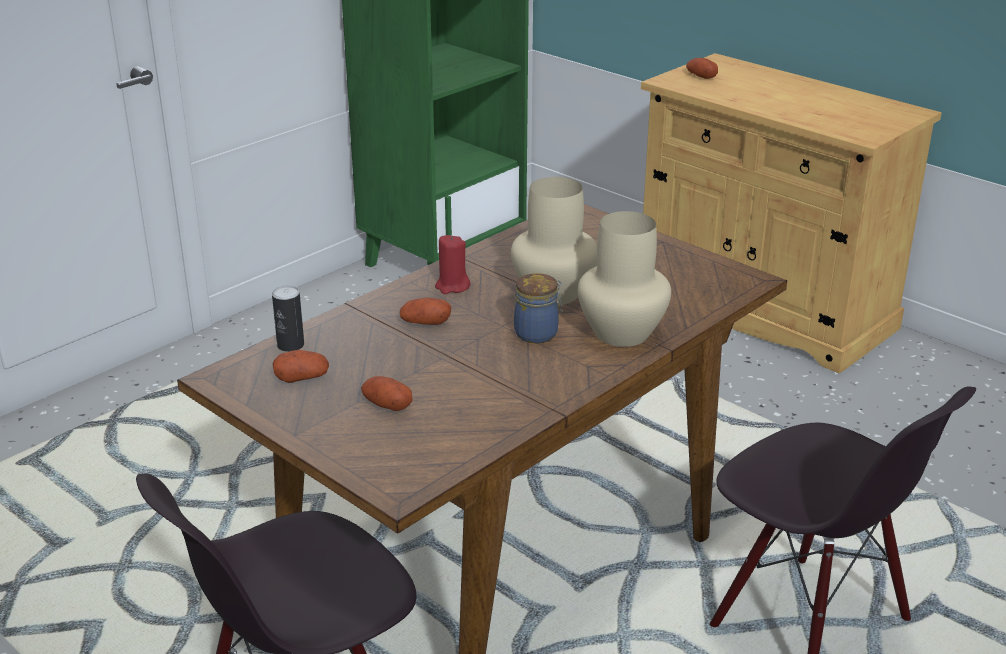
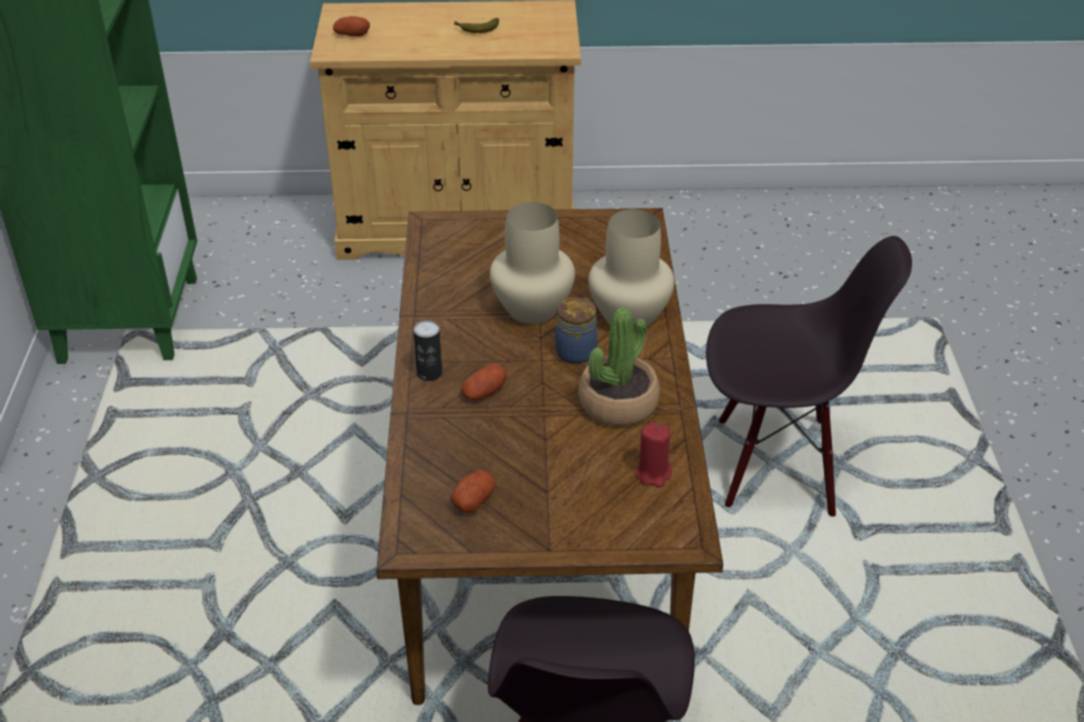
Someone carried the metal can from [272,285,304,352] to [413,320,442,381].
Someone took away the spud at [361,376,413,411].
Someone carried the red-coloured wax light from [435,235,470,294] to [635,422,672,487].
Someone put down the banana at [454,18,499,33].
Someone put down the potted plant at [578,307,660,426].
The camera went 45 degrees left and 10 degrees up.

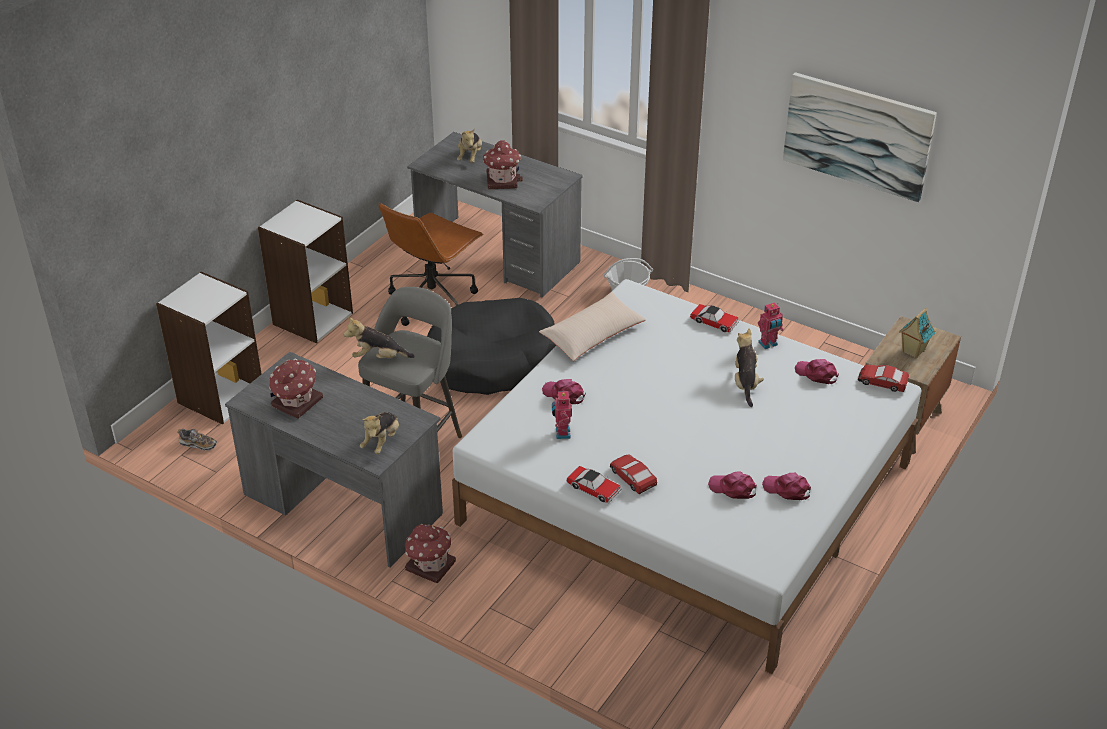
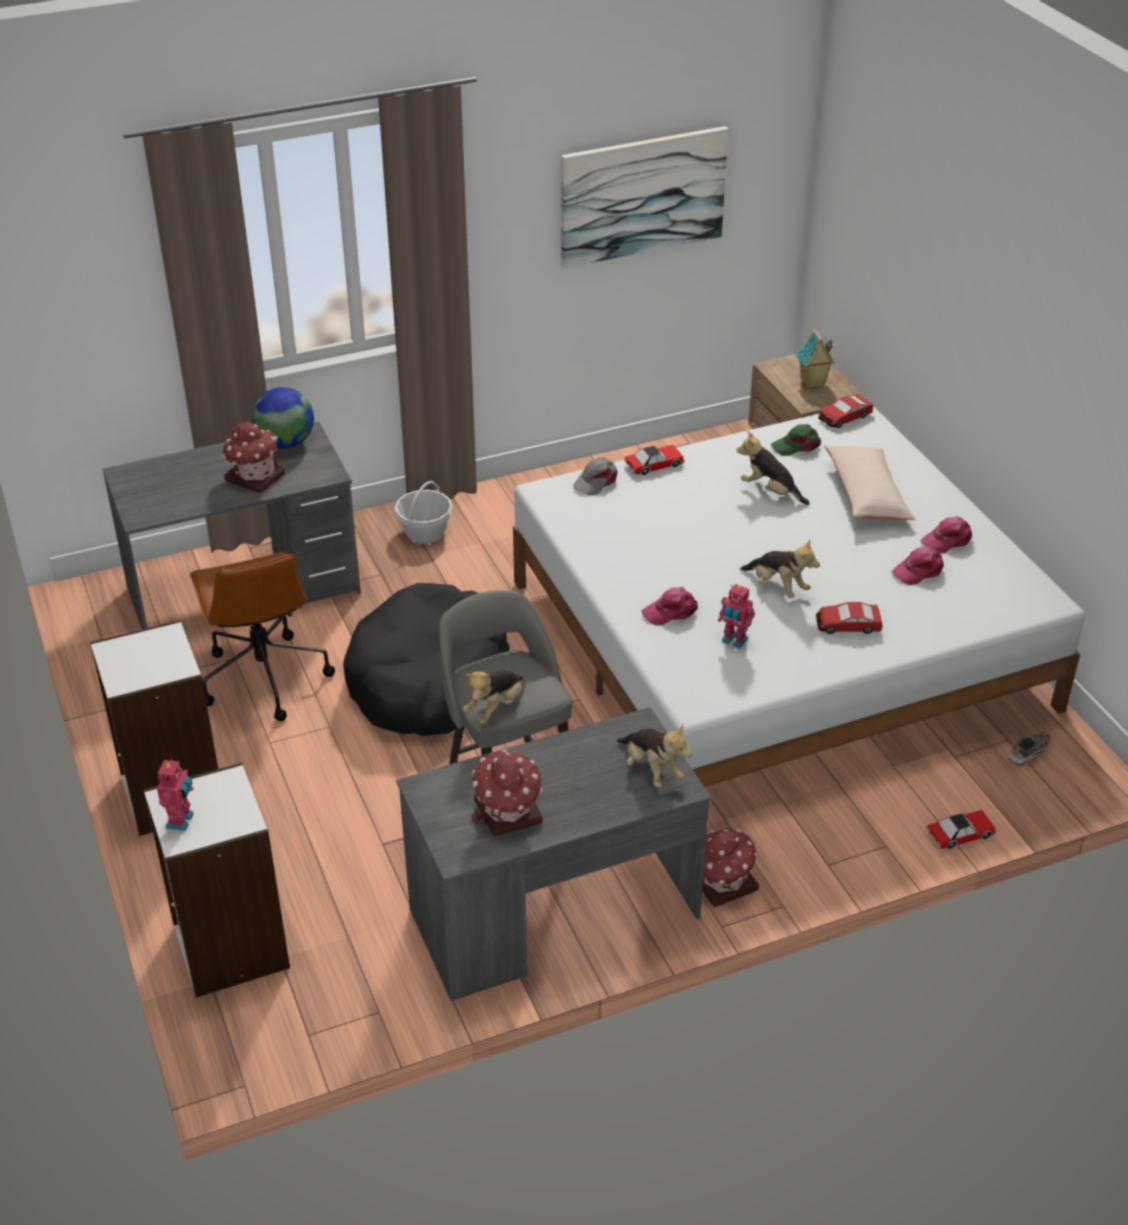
Someone carried the low shoe from [177,428,217,451] to [1008,732,1051,766].
Someone carried the cuddly toy from [457,128,482,163] to [740,540,820,598].
Someone carried the beige-coloured pillow from [539,292,646,361] to [824,445,915,520].
Someone carried the toy car from [566,466,622,503] to [926,810,997,849].
Someone carried the robot figure from [758,302,784,349] to [157,758,194,831].
Someone repainted the pink-coloured cap at [795,359,839,384], which became the greenish cap at [771,424,821,456].
Someone put down the globe at [252,387,314,448].
Someone put down the greyish cap at [573,457,618,496].
The camera went 55 degrees left and 0 degrees up.

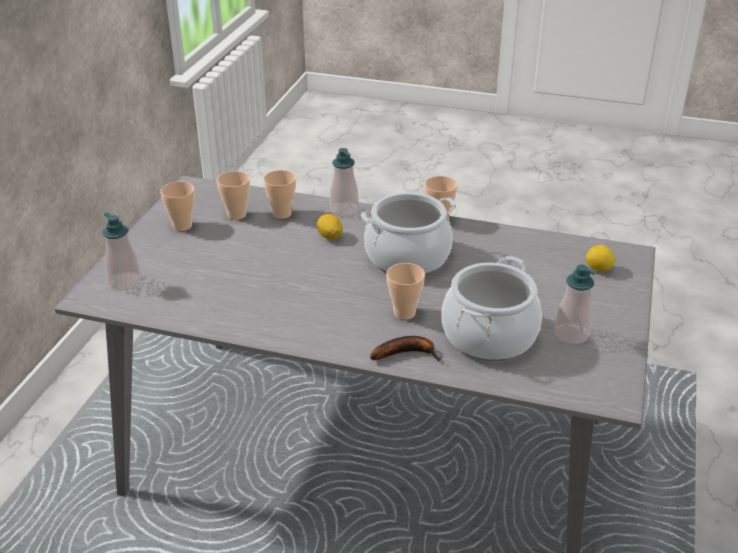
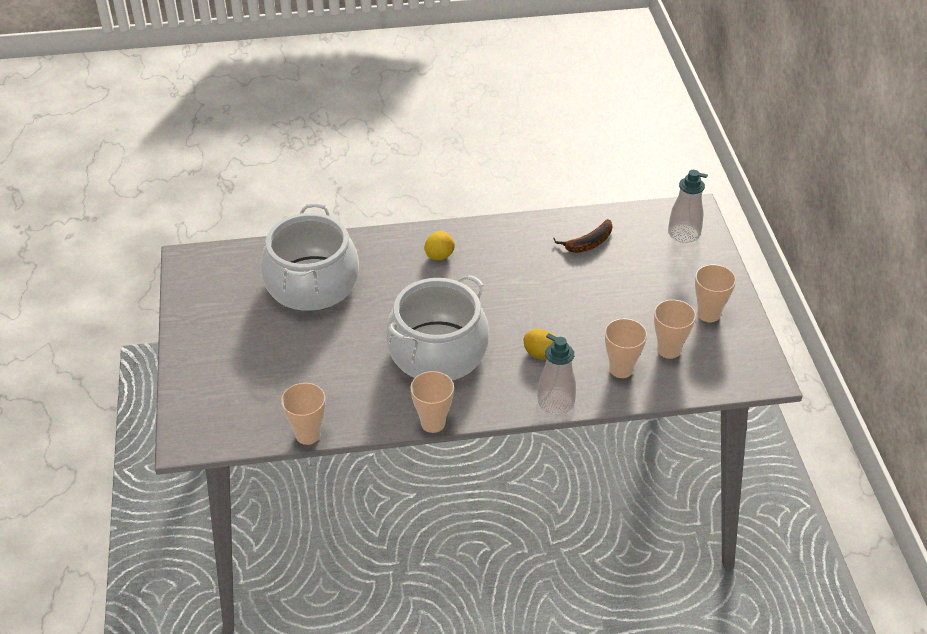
Someone carried the banana from [370,336,441,361] to [553,219,612,252].
Someone carried the small cup from [386,263,425,320] to [281,383,325,445].
Someone took away the soap bottle at [554,264,596,344].
Someone carried the lemon from [586,245,615,272] to [424,231,455,260].
The camera went 155 degrees right and 10 degrees up.

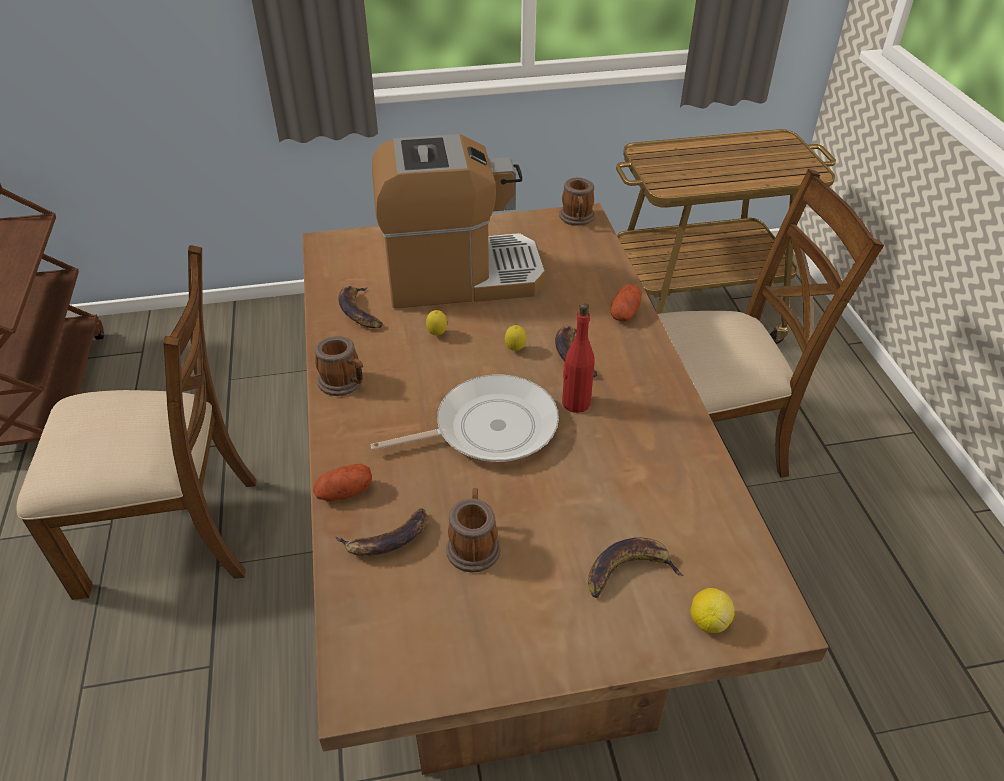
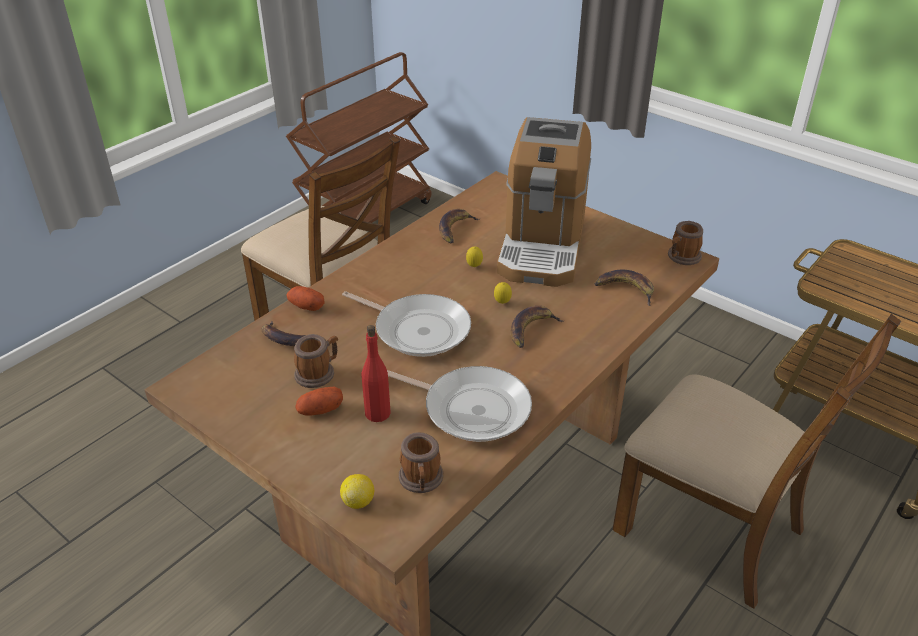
Someone carried the mug from [315,336,363,396] to [399,432,443,493].
Someone rotated the coffee machine at [372,134,545,309] by 60 degrees clockwise.
Someone carried the red-coloured bottle from [562,303,595,413] to [362,325,391,422].
Someone carried the banana from [588,537,683,598] to [594,269,654,306].
Someone carried the spud from [610,284,641,321] to [295,386,343,416].
Someone put down the pan at [387,366,532,442].
The camera went 50 degrees right and 5 degrees down.

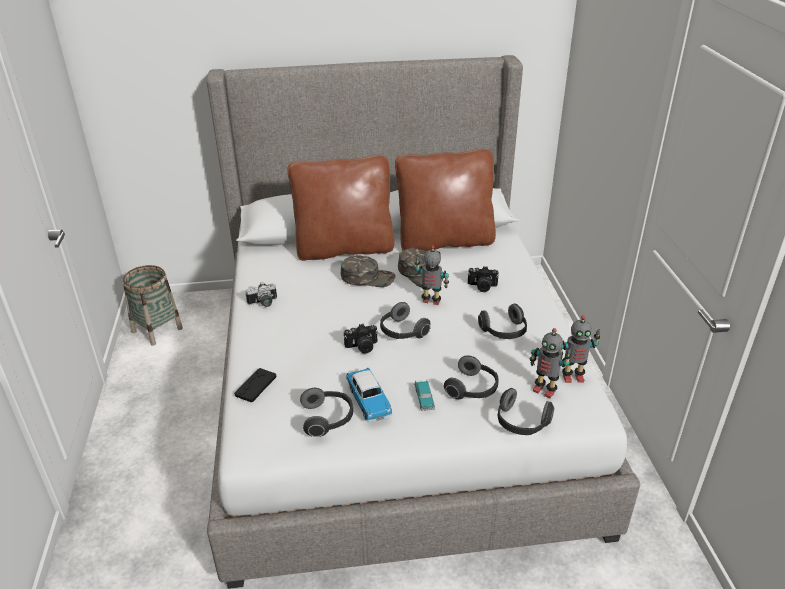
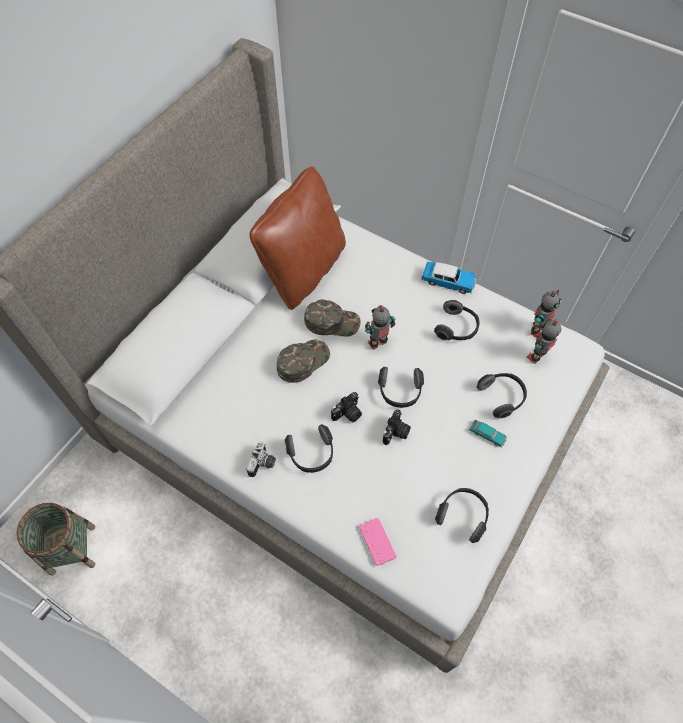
Someone repainted the black-coloured gamepad at [234,368,277,402], which became the pink-coloured gamepad at [359,518,396,566].
Someone took away the brownish pillow at [288,156,395,261].
Someone carried the toy car from [346,367,393,422] to [421,262,476,294].
Someone carried the photo camera from [468,266,499,292] to [331,392,362,422].
Someone carried the headphones from [498,388,555,435] to [285,424,333,473].
Someone rotated the robot figure at [530,328,572,398] by 150 degrees clockwise.
The camera went 50 degrees left and 25 degrees up.

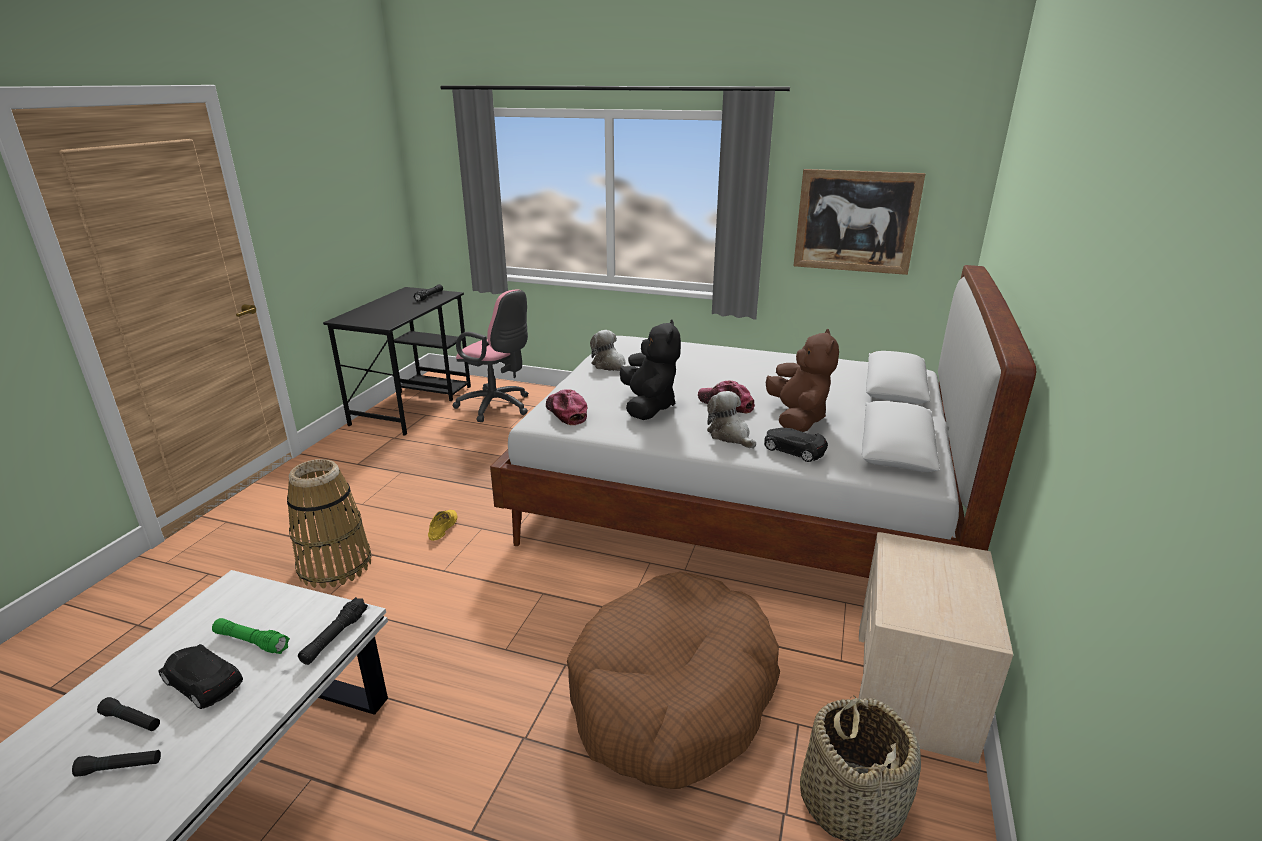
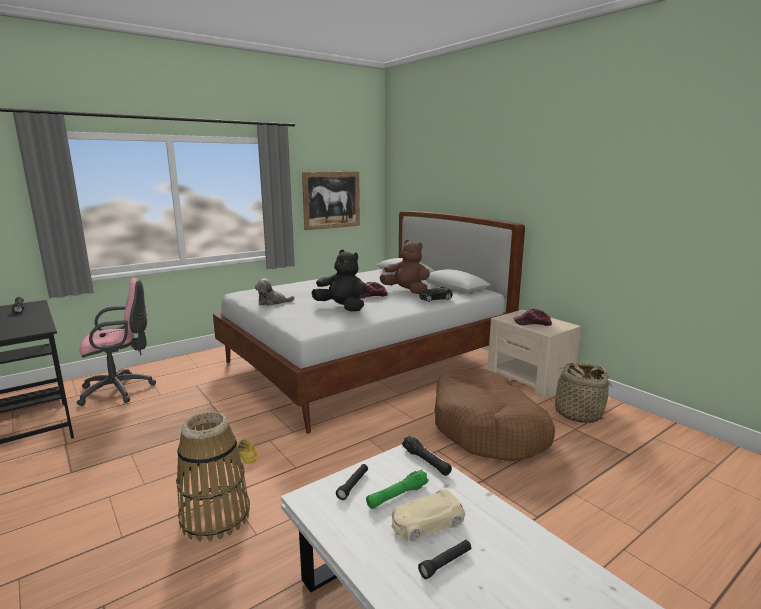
Someone carried the black-coloured torch from [72,750,161,777] to [336,464,368,500].
Someone repainted the black-coloured toy car at [158,644,243,709], which became the beige-coloured toy car at [392,489,465,542].
Someone carried the cap from [546,389,588,425] to [513,309,552,326].
Someone took away the cuddly toy at [707,391,756,448].
The camera went 55 degrees left and 10 degrees down.

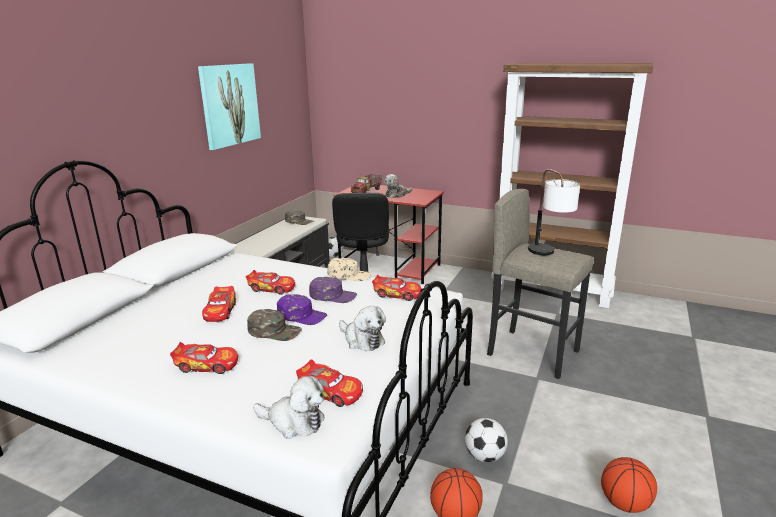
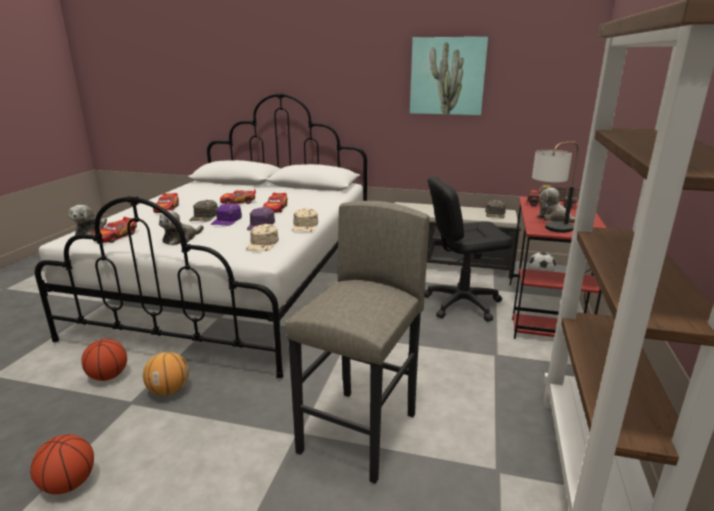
Someone swapped the toy car at [372,275,422,301] for the beige-coloured cap at [246,224,279,251].
Someone swapped the ball for football at [465,418,508,462] for the basketball at [143,352,189,396].
Someone carried the tabletop lamp from [528,169,580,255] to [532,142,579,233].
The camera went 80 degrees right and 0 degrees up.

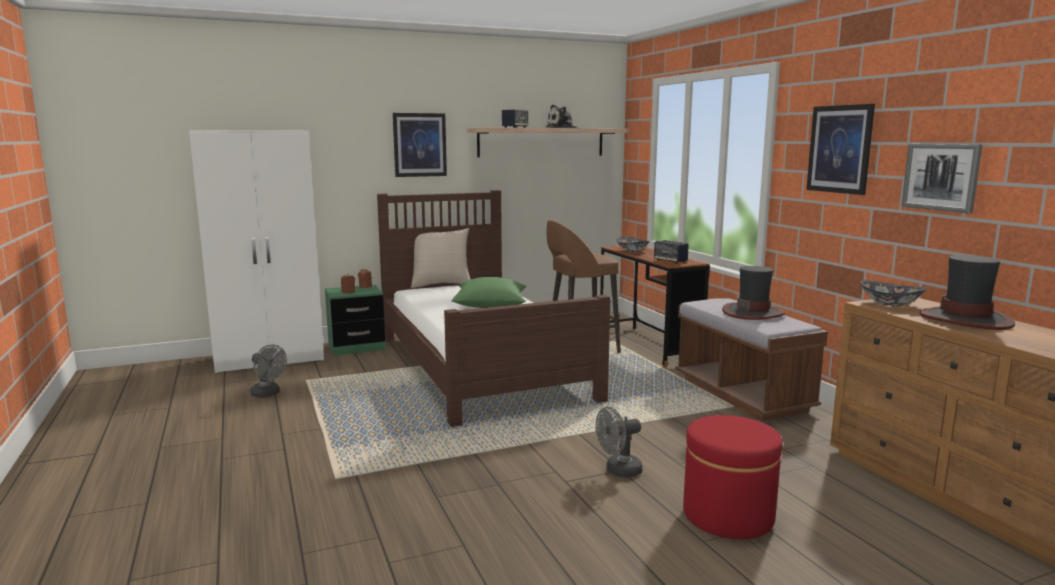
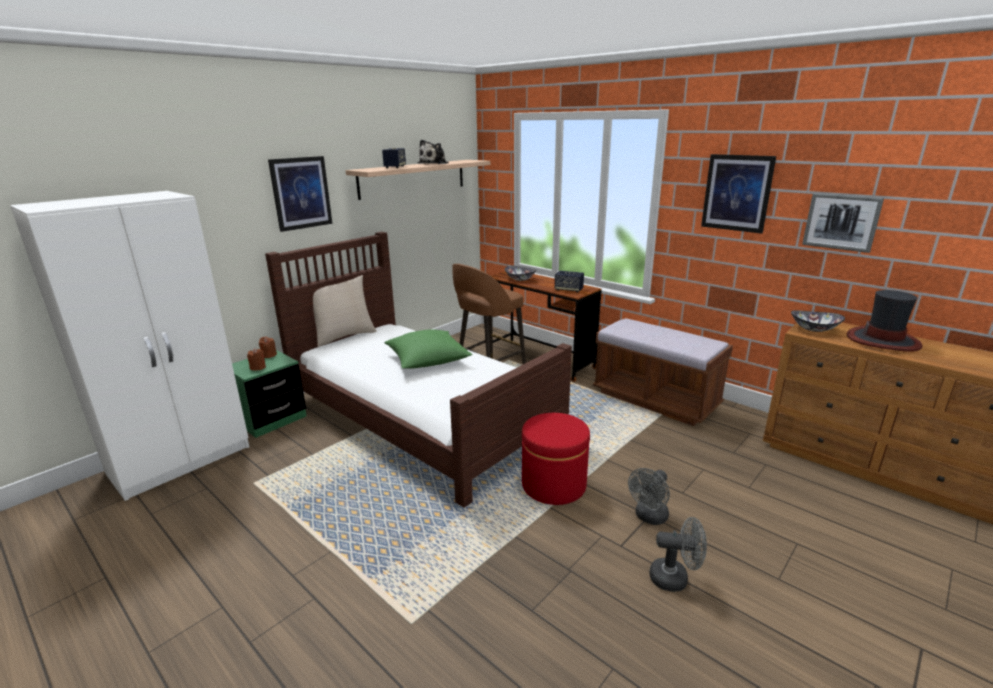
Someone carried the greyish fan from [250,344,287,398] to [649,517,707,592].
Someone carried the red-coloured footrest from [683,415,782,539] to [522,413,590,505].
Someone took away the clothing hat at [722,266,785,320].
The camera went 25 degrees left and 10 degrees up.

